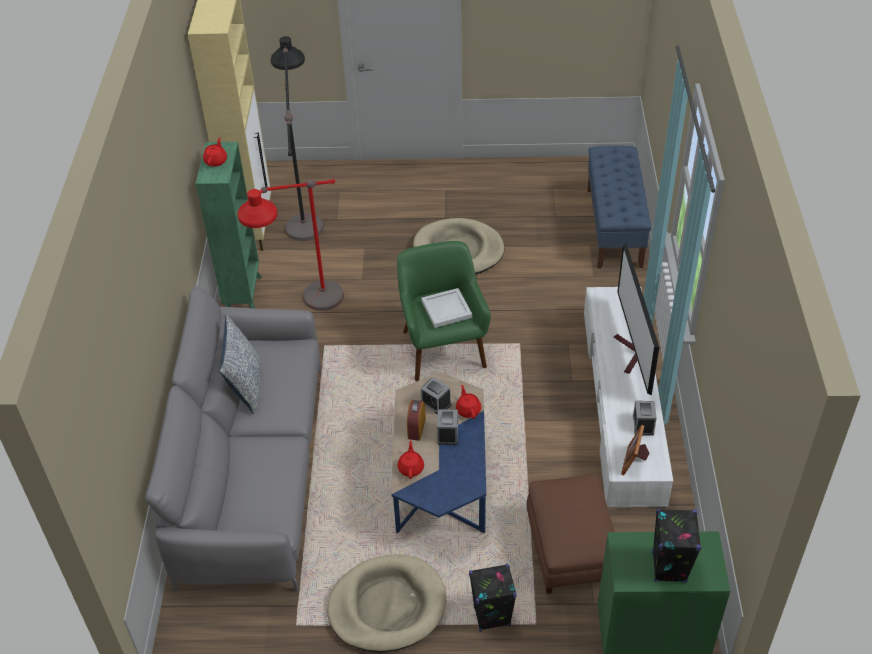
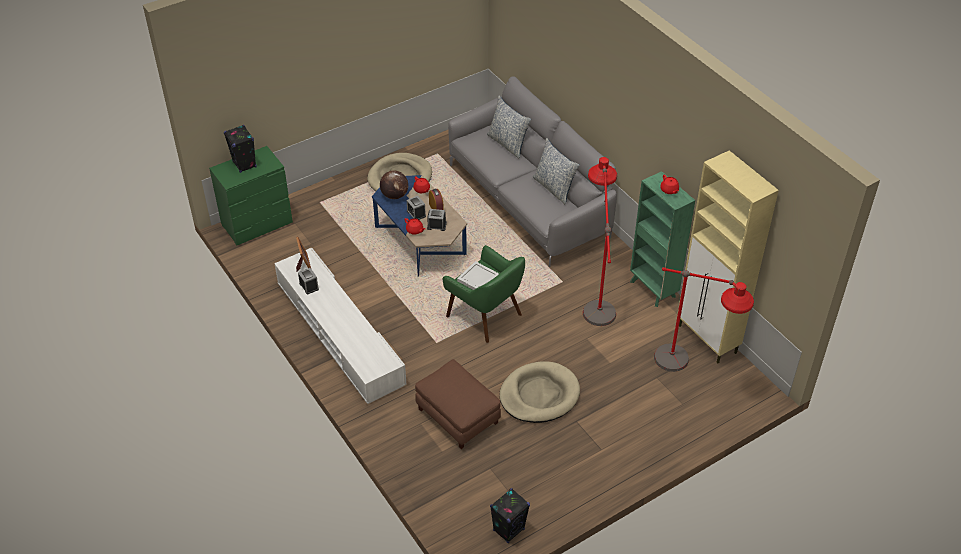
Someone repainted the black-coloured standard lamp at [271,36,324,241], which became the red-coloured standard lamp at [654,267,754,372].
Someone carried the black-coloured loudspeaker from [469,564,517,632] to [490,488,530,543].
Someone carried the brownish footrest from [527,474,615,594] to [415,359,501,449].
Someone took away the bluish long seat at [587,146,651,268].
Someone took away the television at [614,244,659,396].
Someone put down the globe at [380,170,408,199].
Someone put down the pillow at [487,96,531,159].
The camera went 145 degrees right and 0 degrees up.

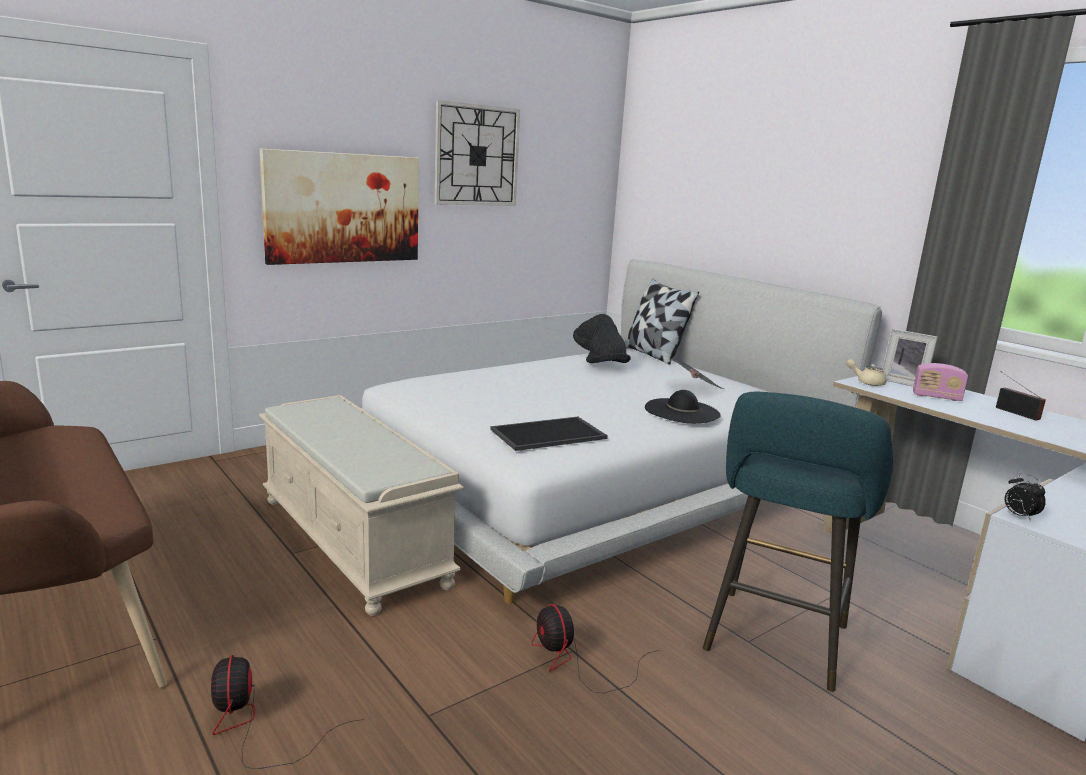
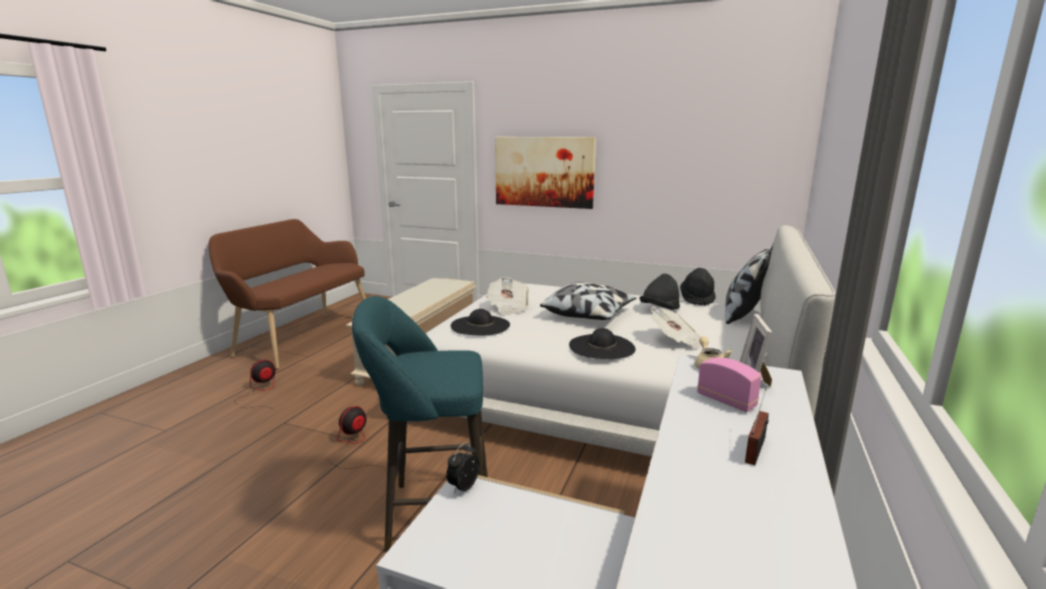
Someone took away the clock on the wall at [434,100,520,206].
Someone swapped the carrying tray at [490,417,608,451] for the black-coloured clothing hat at [451,309,510,335].
Someone rotated the radio receiver at [913,363,968,401] by 150 degrees clockwise.
Someone put down the printed paper at [486,277,529,316].
Someone put down the pillow at [540,282,636,320].
The camera went 60 degrees right and 0 degrees up.

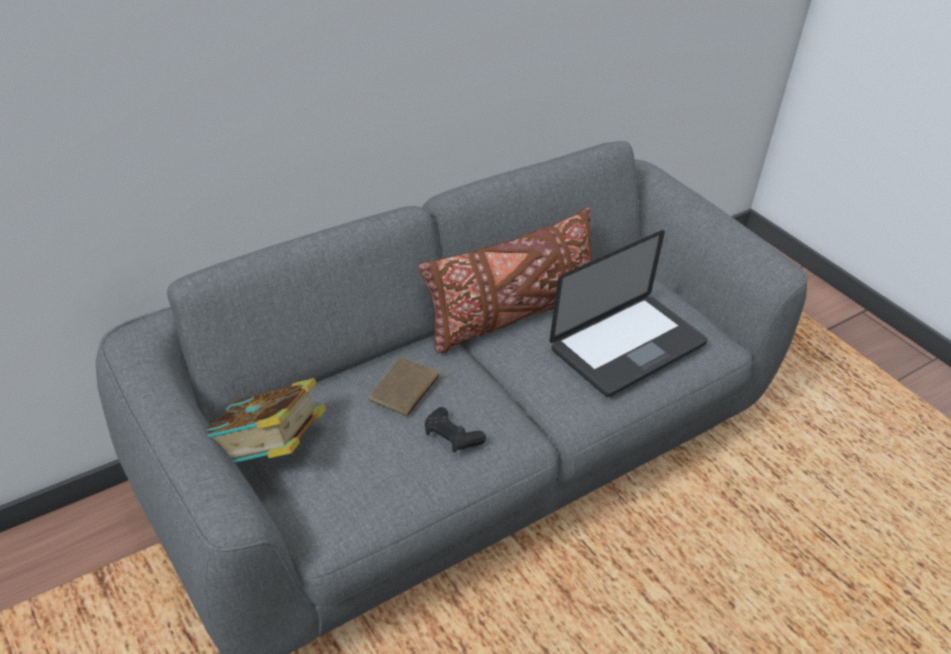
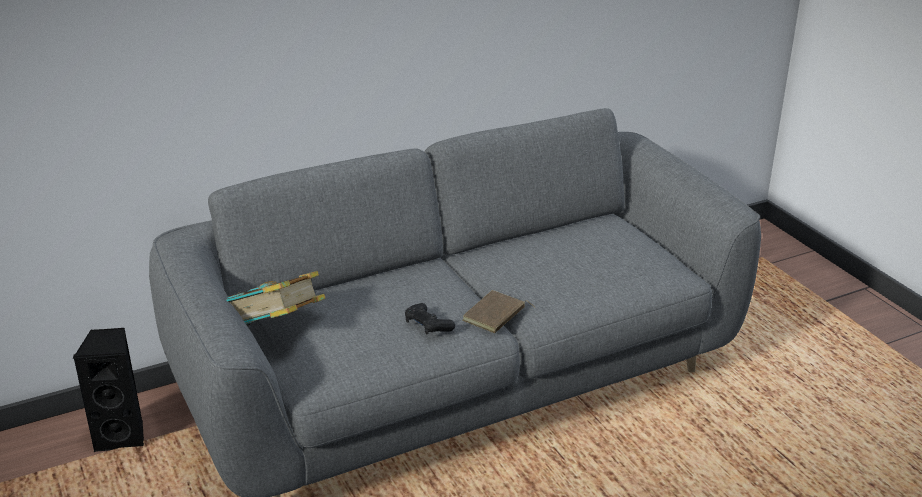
Someone carried the brownish volume from [368,357,452,417] to [463,290,535,333].
Someone took away the brownish pillow at [418,207,592,353].
Someone took away the portable computer at [550,230,708,397].
Someone put down the black-coloured loudspeaker at [72,328,144,452].
The camera went 10 degrees right and 10 degrees down.

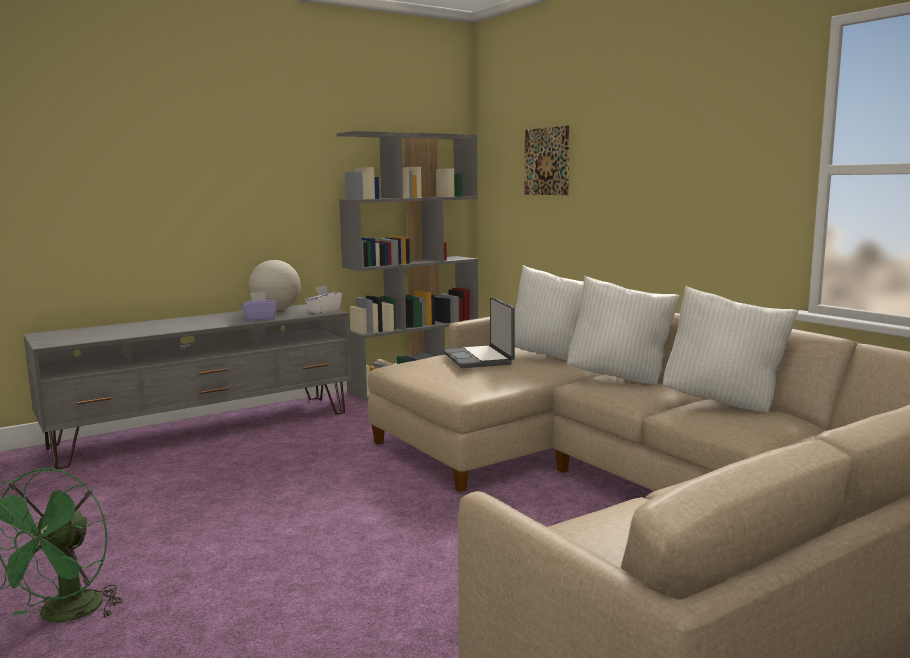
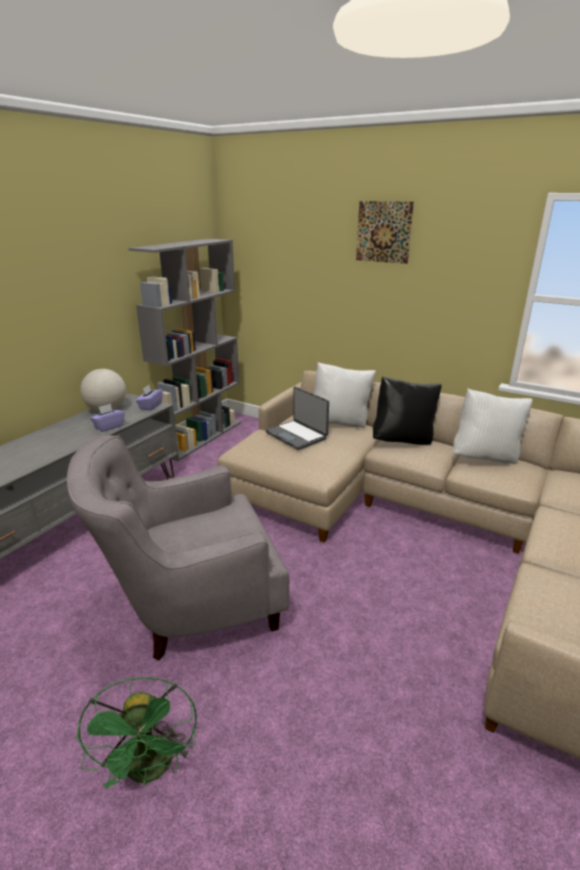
Someone repainted the white-coloured box of tissues at [305,285,342,314], which became the purplish box of tissues at [136,385,163,410].
Someone carried the picture from [525,126,570,195] to [356,201,414,264].
Someone repainted the white-coloured pillow at [567,276,680,384], which became the black-coloured pillow at [373,376,442,445].
Someone put down the greyish easy chair at [67,435,289,661].
The camera went 25 degrees left and 15 degrees up.

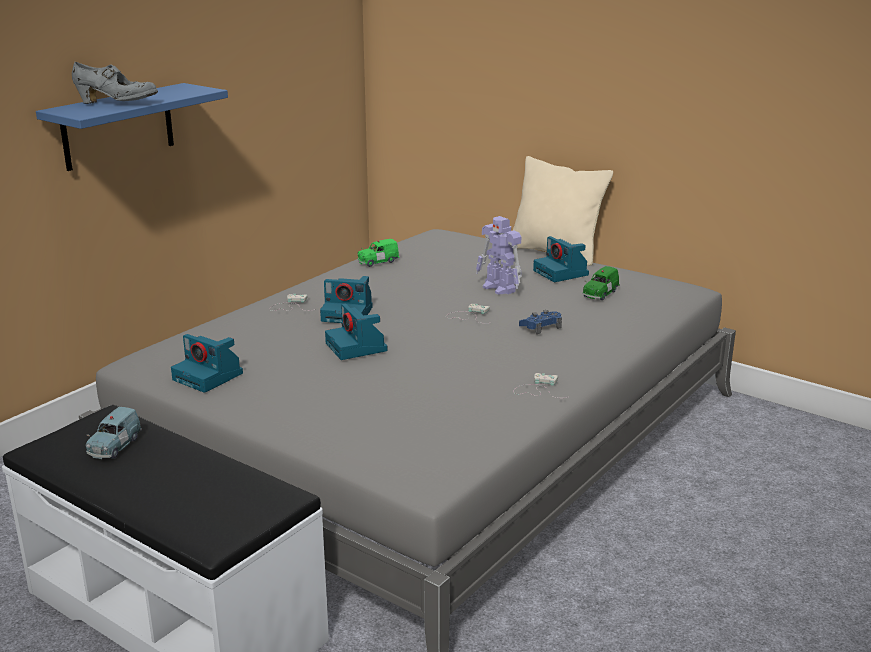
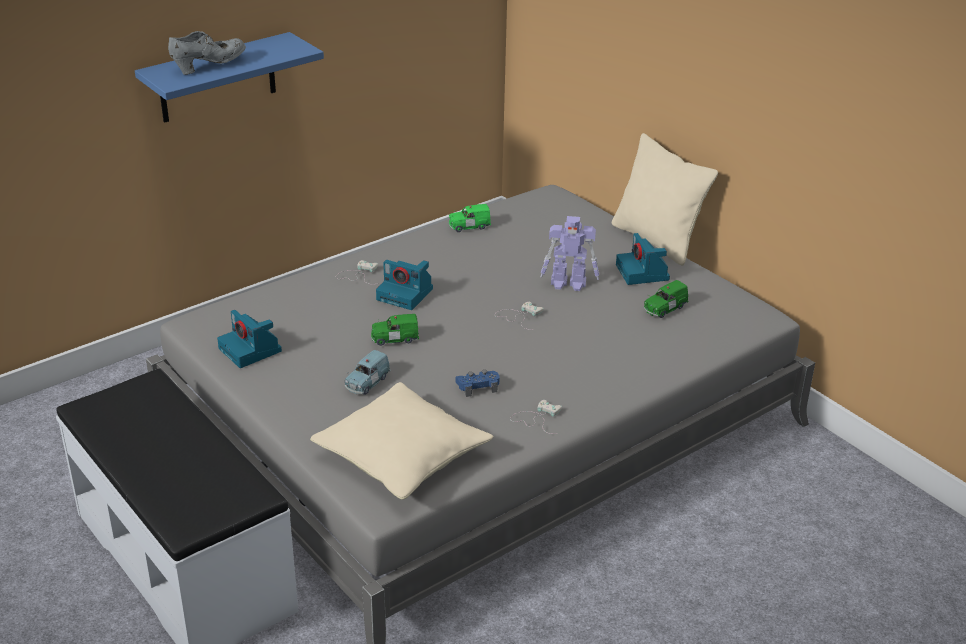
Someone rotated the greyish low shoe at [72,62,158,104] by 60 degrees counterclockwise.
Someone carried the bluish toy car from [86,407,142,459] to [345,350,391,395].
Someone swapped the photo camera at [325,303,387,360] for the greenish toy car at [371,314,419,346].
Someone rotated the robot figure at [476,216,522,295] by 60 degrees counterclockwise.
Someone carried the bluish gamepad from [519,310,562,334] to [456,370,500,397].
Someone put down the beige-coloured pillow at [310,382,493,500].
The camera went 15 degrees right and 10 degrees up.

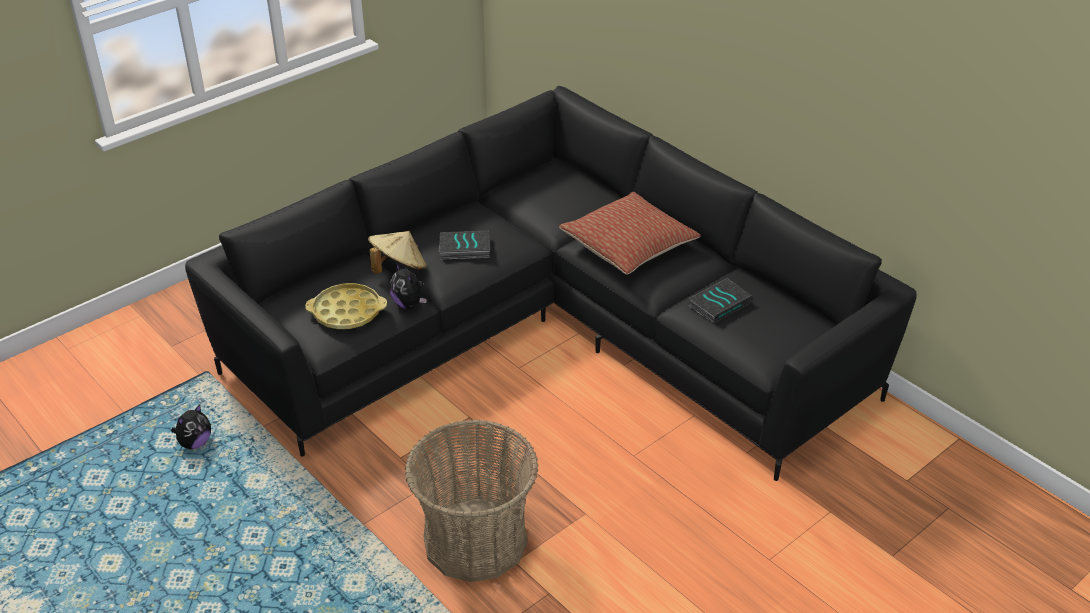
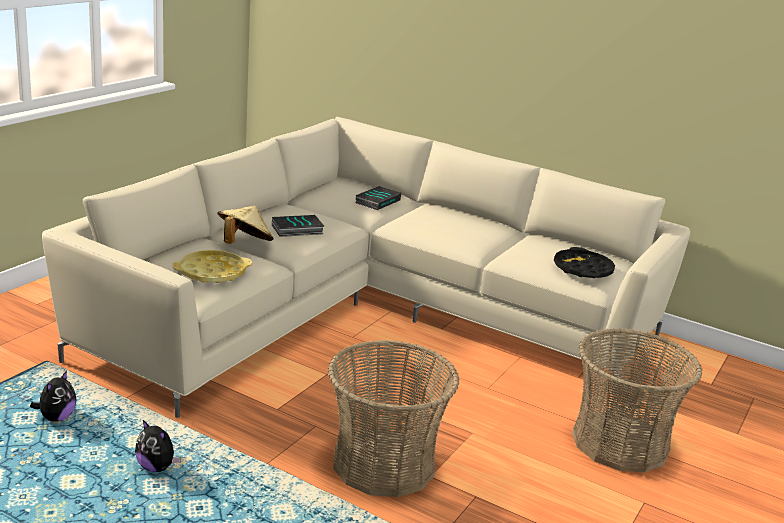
Someone repainted the black-coloured sofa at [185,86,917,481], which became the beige-coloured sofa at [42,117,690,418].
Someone carried the cuddly toy from [390,263,427,309] to [135,420,181,472].
Someone took away the pillow at [559,192,701,275].
Someone carried the volume from [689,278,752,323] to [355,186,401,210].
Someone put down the black-coloured carrying tray at [554,247,615,278].
Someone put down the basket at [572,328,702,472].
The camera went 20 degrees left and 15 degrees down.

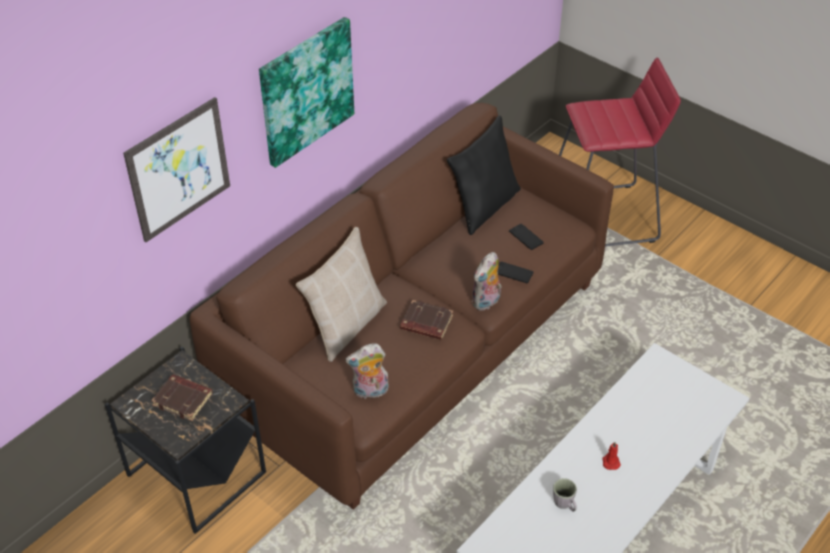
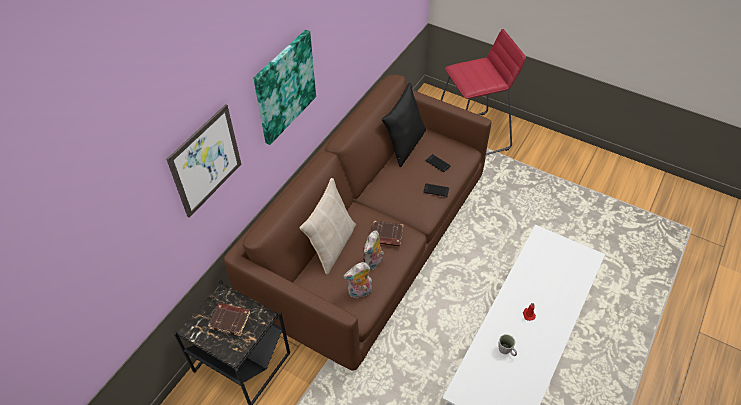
Someone carried the cuddly toy from [472,252,502,311] to [363,231,384,270].
The camera went 10 degrees left and 5 degrees up.

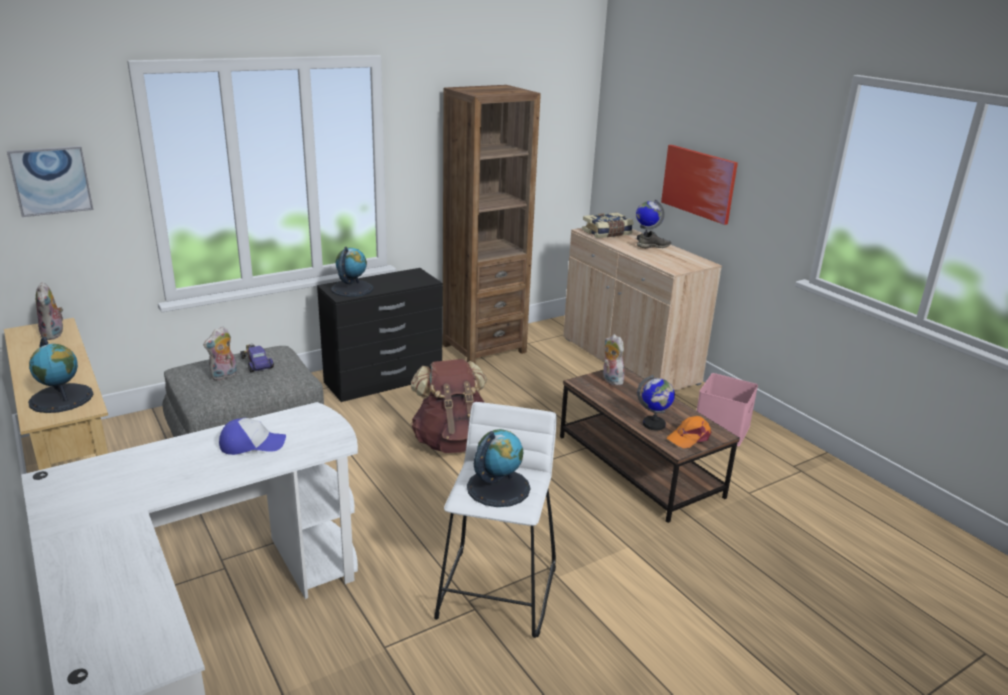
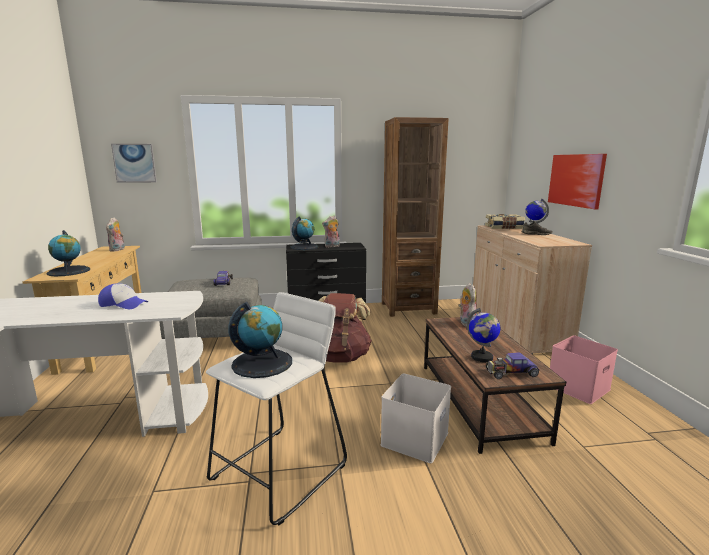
Someone carried the cuddly toy from [203,326,237,380] to [322,215,340,247].
Someone swapped the orangey cap at [667,416,711,448] for the toy car at [485,352,539,379].
Someone put down the white-coloured storage bin at [380,373,451,463].
The camera went 25 degrees right and 10 degrees down.

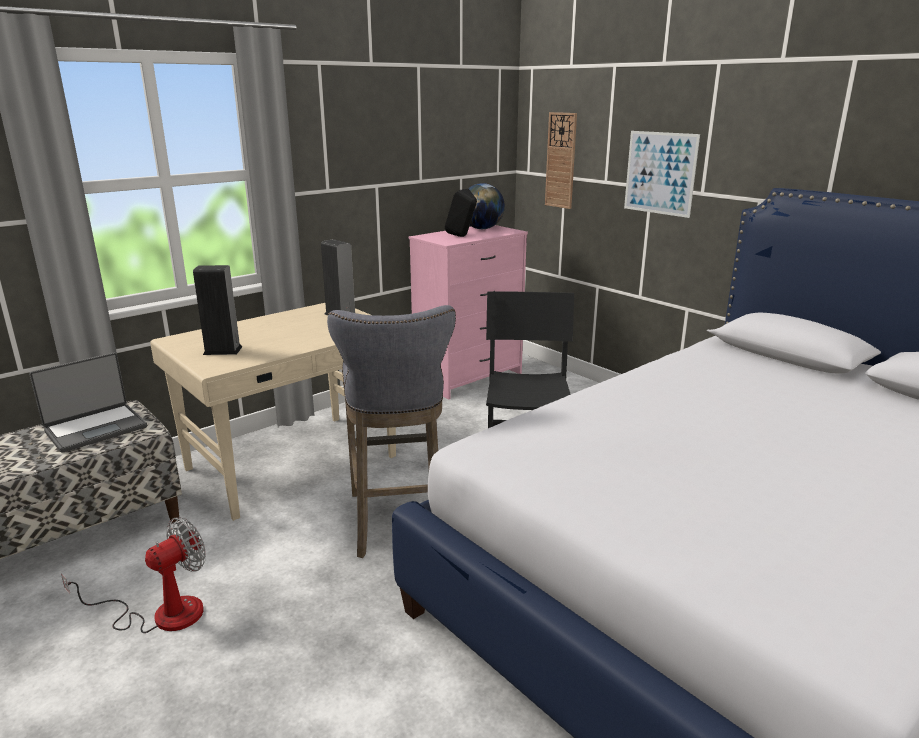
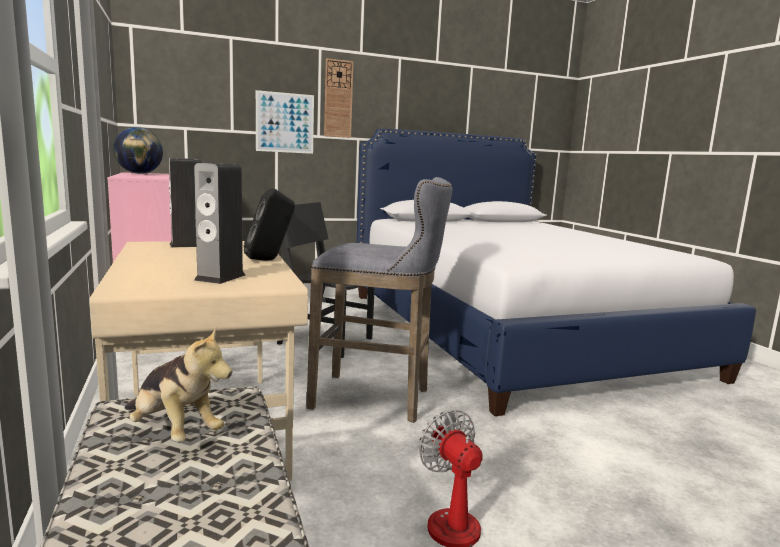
Someone swapped the portable computer at [29,353,147,453] for the cuddly toy at [125,327,232,442].
Someone carried the black-coloured loudspeaker from [445,189,477,237] to [244,189,295,261].
Someone carried the clock on the wall from [545,112,577,209] to [324,58,353,138].
The camera went 70 degrees left and 10 degrees down.

